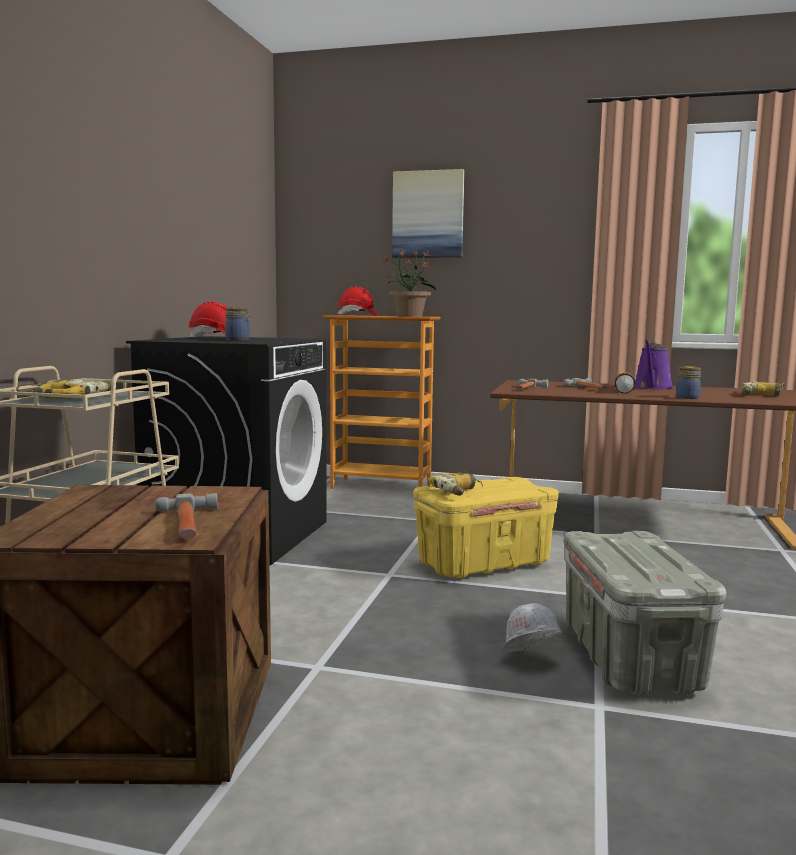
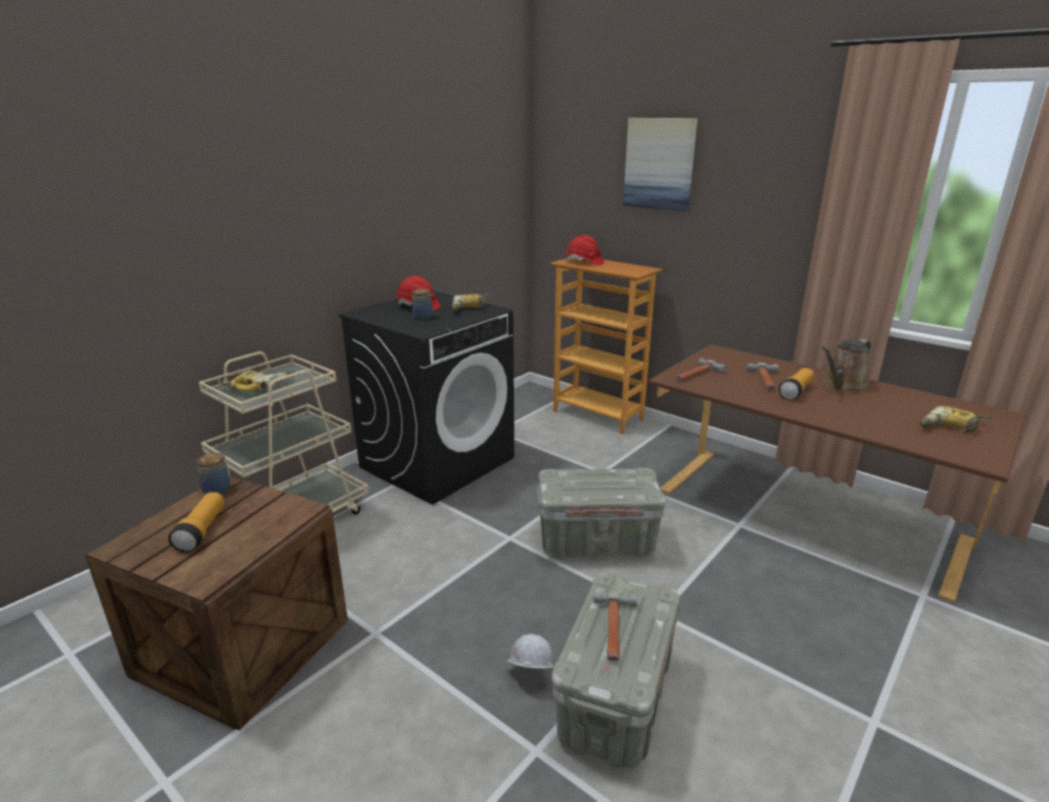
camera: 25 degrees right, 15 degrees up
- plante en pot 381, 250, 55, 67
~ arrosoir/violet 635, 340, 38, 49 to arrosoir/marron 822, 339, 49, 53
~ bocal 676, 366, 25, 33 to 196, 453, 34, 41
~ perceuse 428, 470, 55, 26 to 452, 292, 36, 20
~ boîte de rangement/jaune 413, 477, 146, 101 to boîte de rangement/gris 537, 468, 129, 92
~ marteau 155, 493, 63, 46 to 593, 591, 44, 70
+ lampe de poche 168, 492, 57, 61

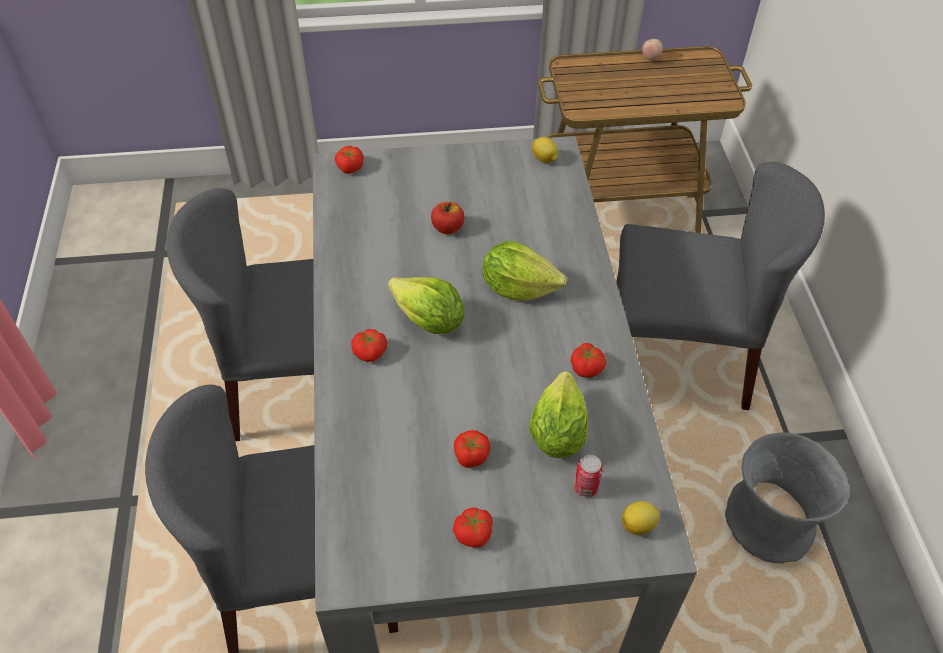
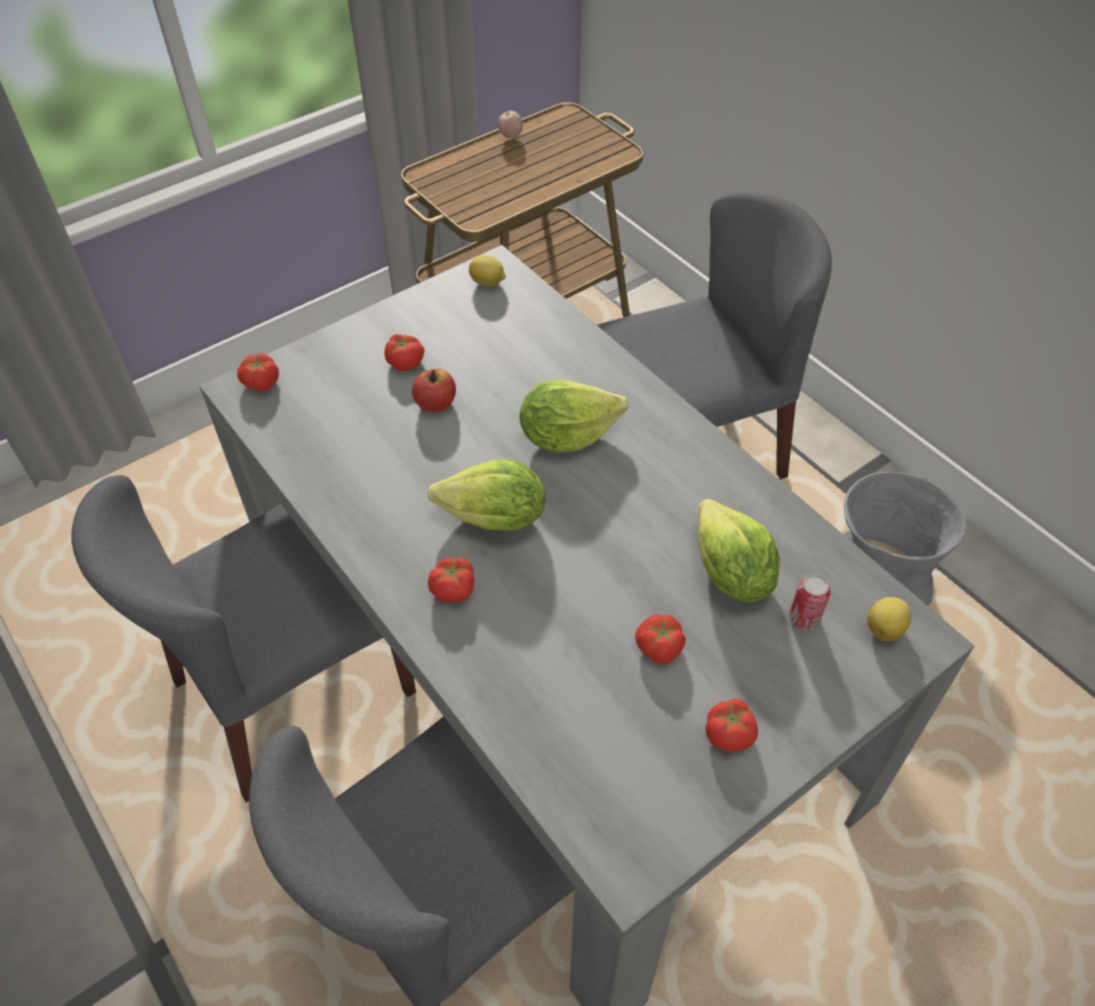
camera: 30 degrees left, 0 degrees up
~ tomate 571, 343, 35, 35 to 384, 334, 40, 37

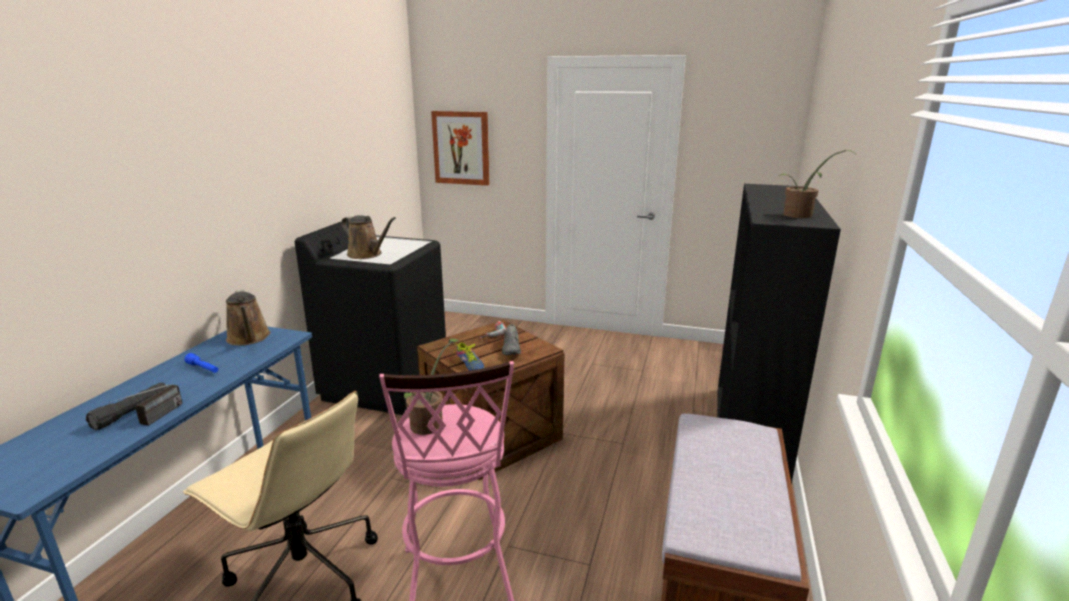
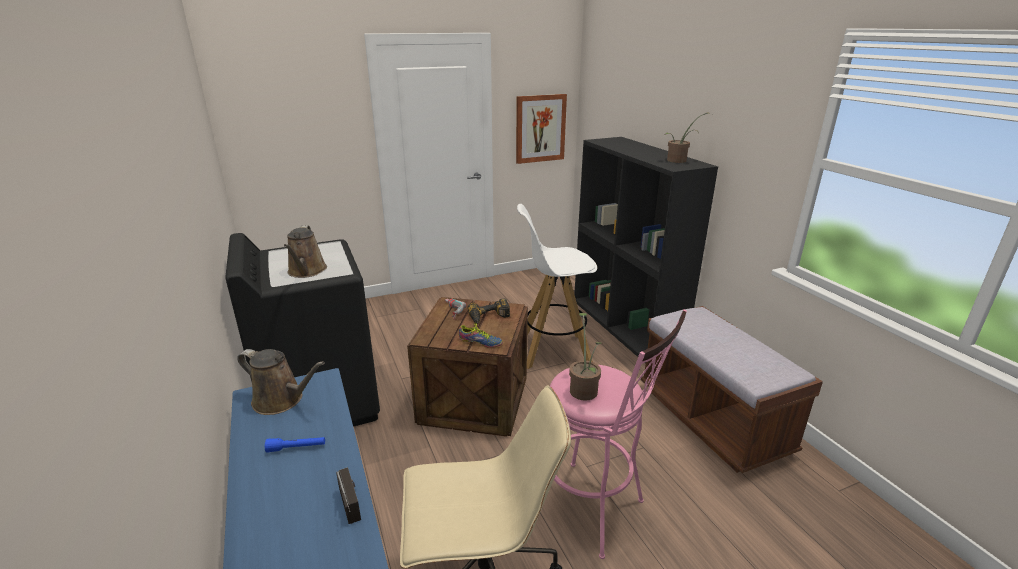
camera: 40 degrees left, 5 degrees up
~ tableau 431, 111, 59, 75 to 516, 94, 51, 70
~ arrosoir/marron 341, 215, 55, 44 = 284, 225, 43, 53 90 degrees clockwise
~ chaussure/gris 502, 324, 19, 31 to perceuse 468, 299, 42, 25
- lampe de poche/noir 86, 383, 81, 48
+ tabouret/blanc 517, 204, 80, 165

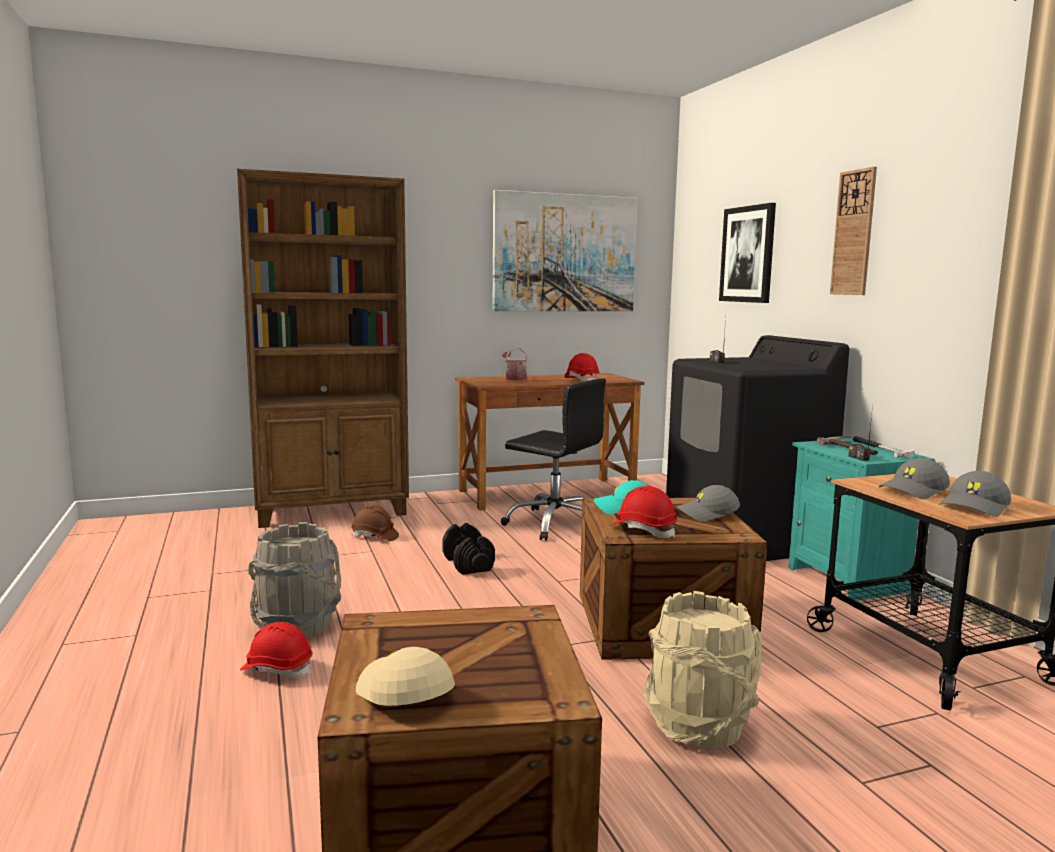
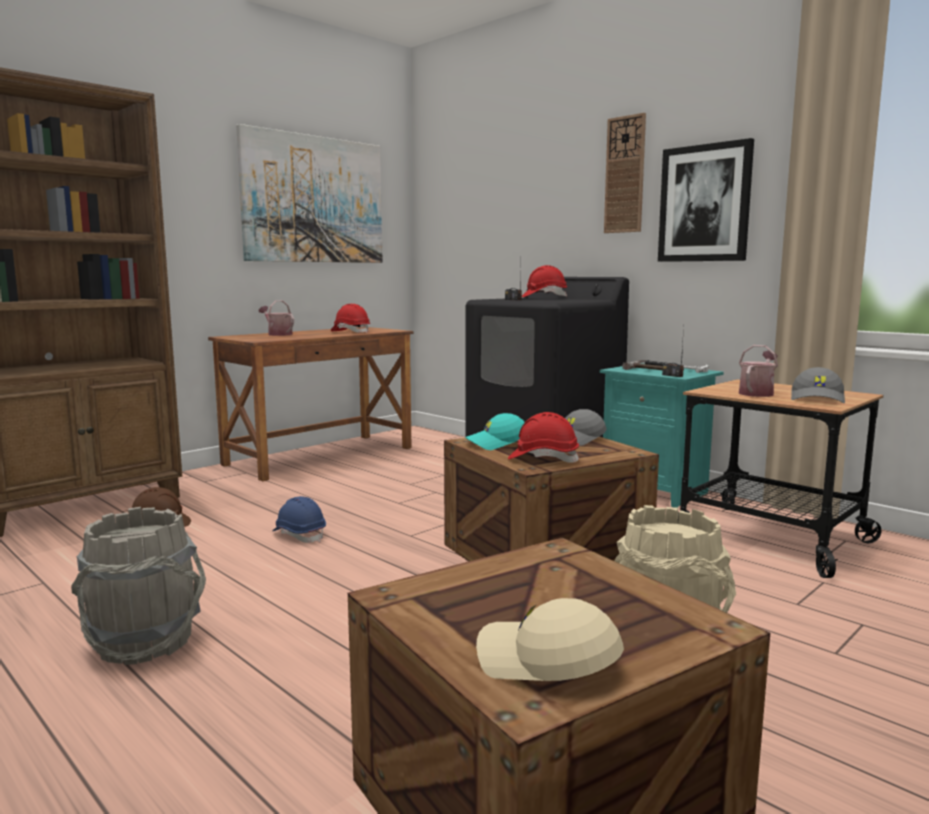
camera: 25 degrees left, 0 degrees up
~ tableau 719, 203, 57, 100 to 658, 138, 96, 124
- chaise de bureau/noir 501, 379, 105, 162
~ casquette/gris 879, 458, 71, 41 to arrosoir 739, 345, 39, 52
~ haltère/noir 443, 523, 52, 52 to casque de chantier/bleu 272, 496, 54, 47
~ casque de chantier/rouge 240, 622, 73, 57 to 522, 265, 45, 32

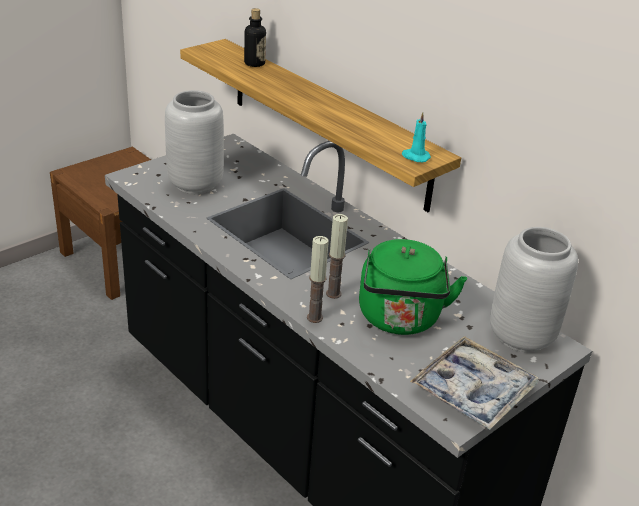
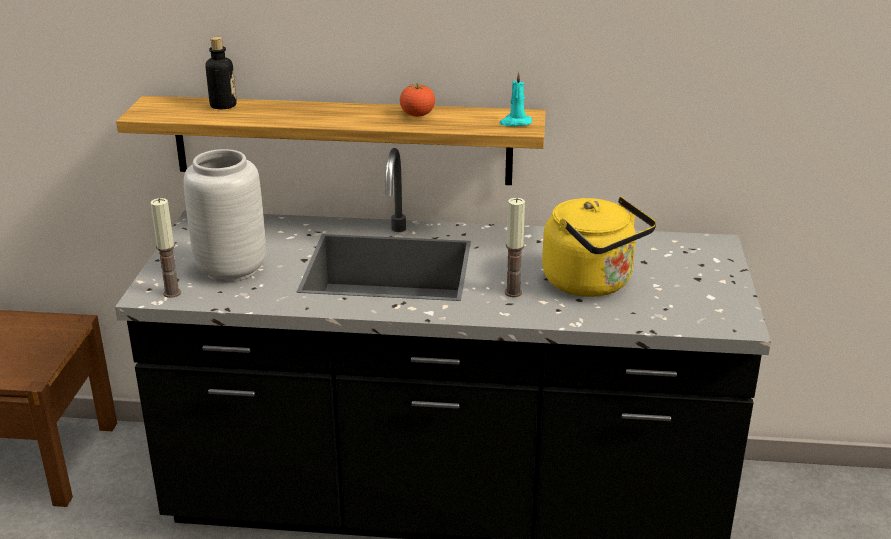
camera: 40 degrees left, 5 degrees down
- vase/gris 490, 227, 88, 125
~ bougie 307, 236, 22, 87 to 150, 198, 31, 100
~ bouilloire/vert 359, 239, 108, 96 to bouilloire/jaune 542, 197, 114, 100
- plateau 410, 336, 129, 94
+ tomate 400, 82, 35, 35

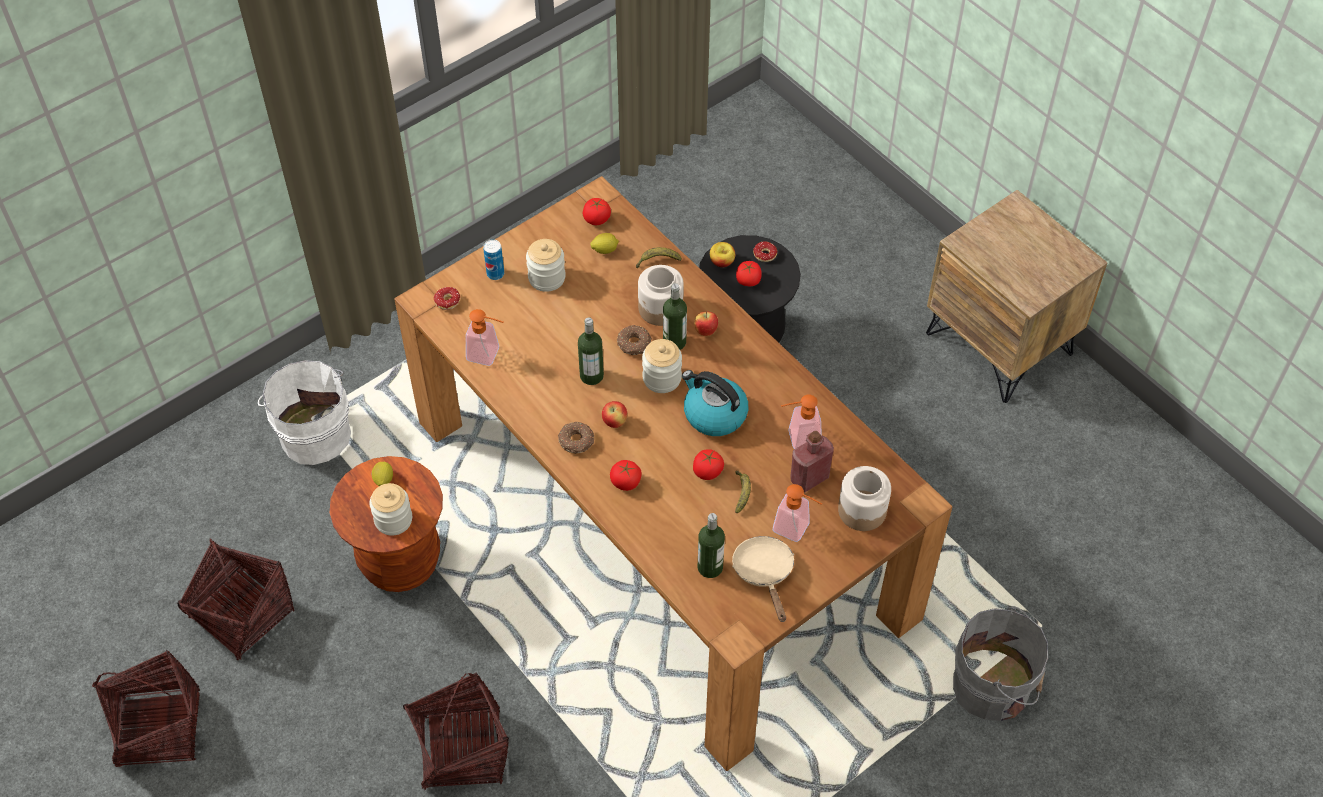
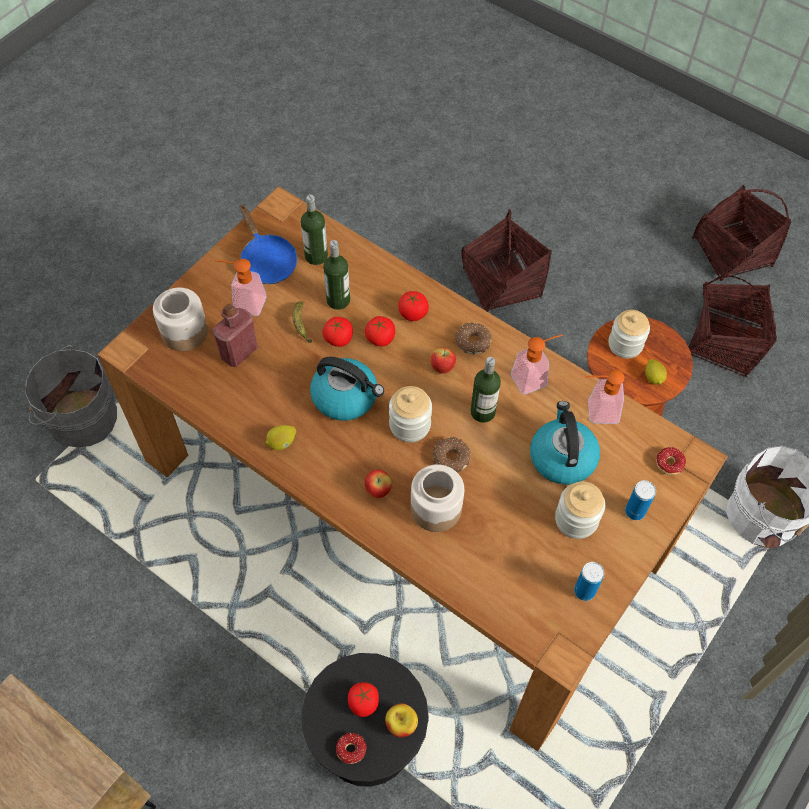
camera: 165 degrees right, 5 degrees up
~ tomate 583, 198, 28, 27 to 365, 316, 30, 30
~ citron 590, 233, 29, 21 to 265, 425, 31, 25
- banane 636, 247, 46, 21
~ bouteille 663, 283, 24, 67 to 323, 240, 27, 70
~ distributeur de savon 781, 395, 40, 54 to 511, 334, 52, 60
~ poêle/beige 732, 536, 62, 86 to poêle/bleu 239, 204, 58, 80
+ bouilloire 530, 401, 70, 84
+ boîte métallique 574, 562, 30, 39

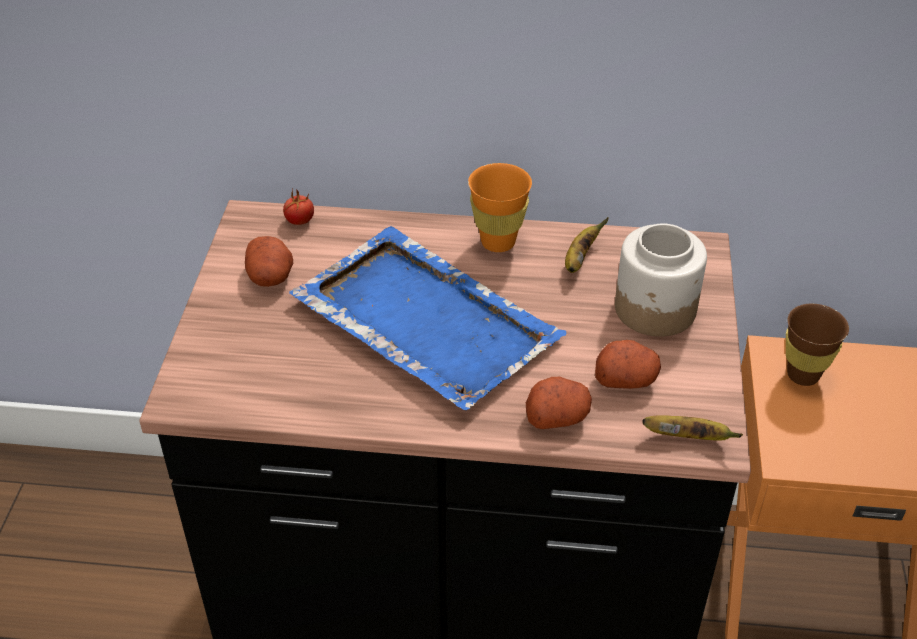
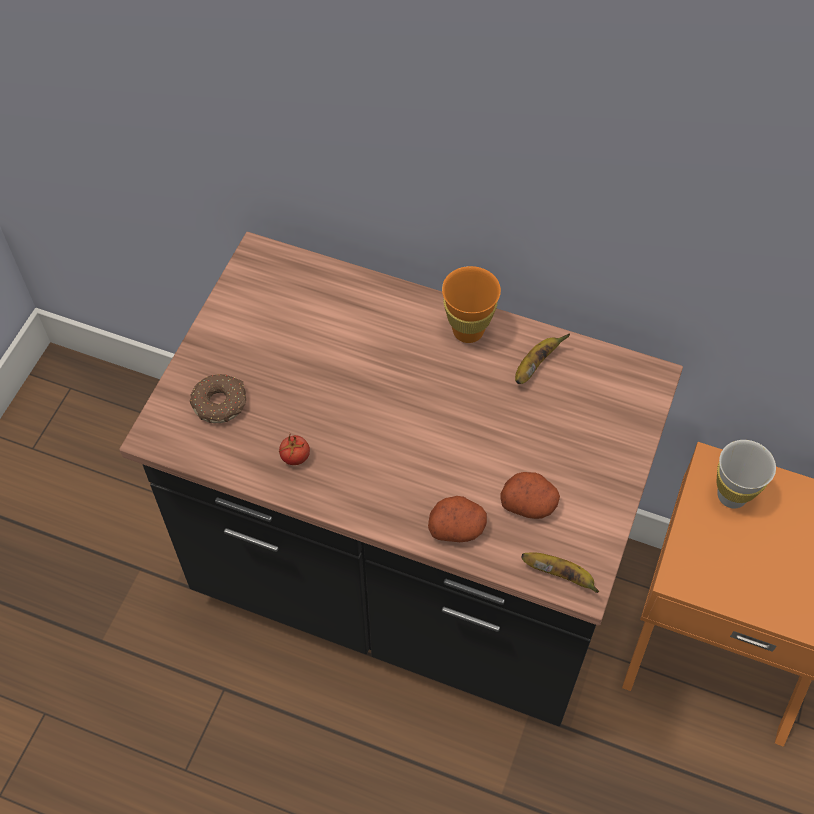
camera: 15 degrees right, 15 degrees up
~ tomate 283, 188, 31, 37 to 279, 435, 31, 30
- bocal 615, 223, 92, 114
- plateau/bleu 289, 226, 277, 184
- pomme de terre 245, 236, 48, 51
~ tasse/marron 786, 304, 63, 82 to tasse/blanc 717, 440, 59, 68
+ beignet 190, 374, 56, 49

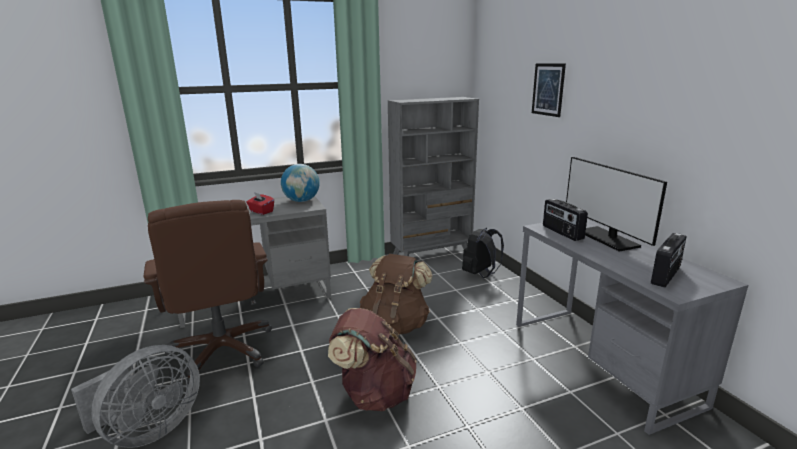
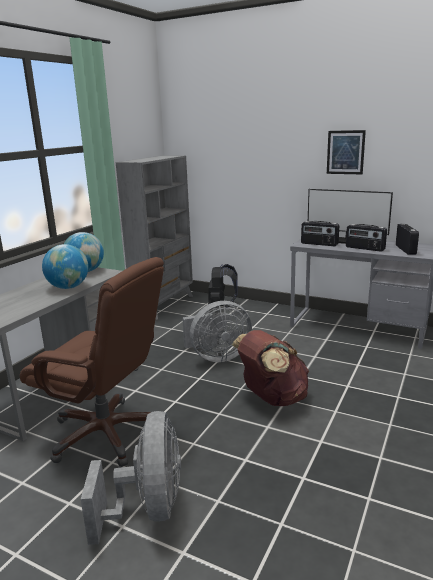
camera: 40 degrees left, 0 degrees up
~ tableau 532, 63, 34, 54 to 327, 130, 39, 44
~ boîte à mouchoirs/rouge 246, 192, 28, 23 to globe 42, 244, 46, 45
~ sac à dos/marron 360, 254, 73, 81 to ventilateur/gris 182, 301, 70, 61
+ radio 346, 224, 41, 28

